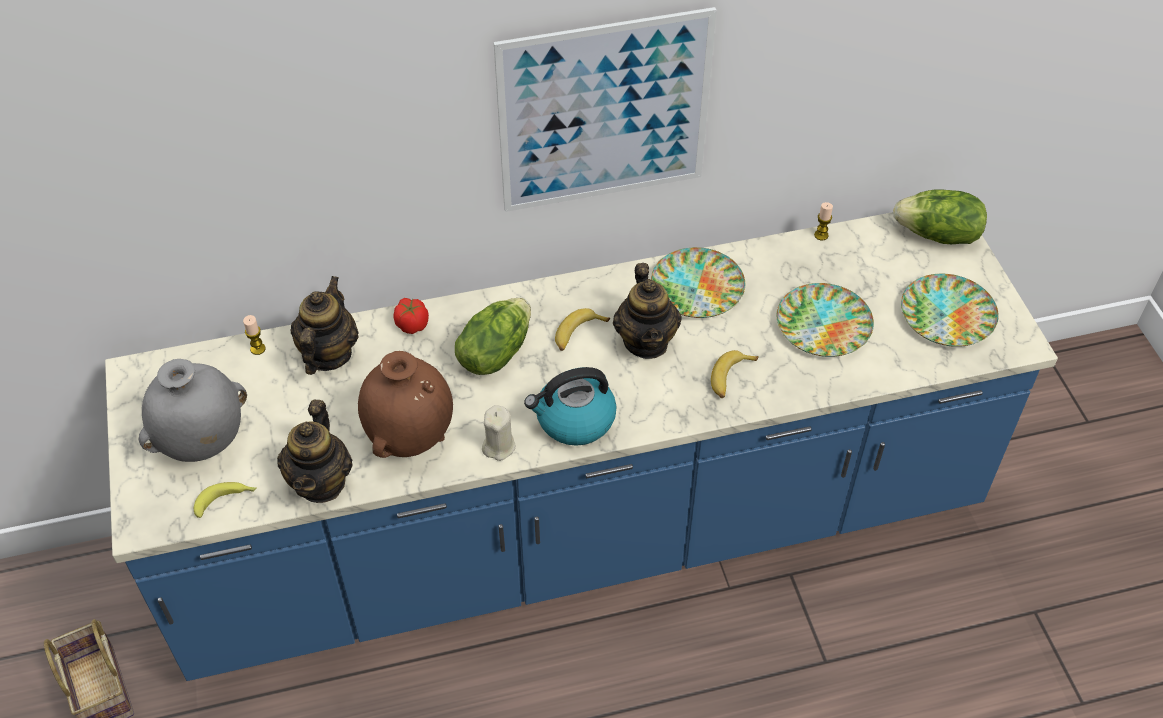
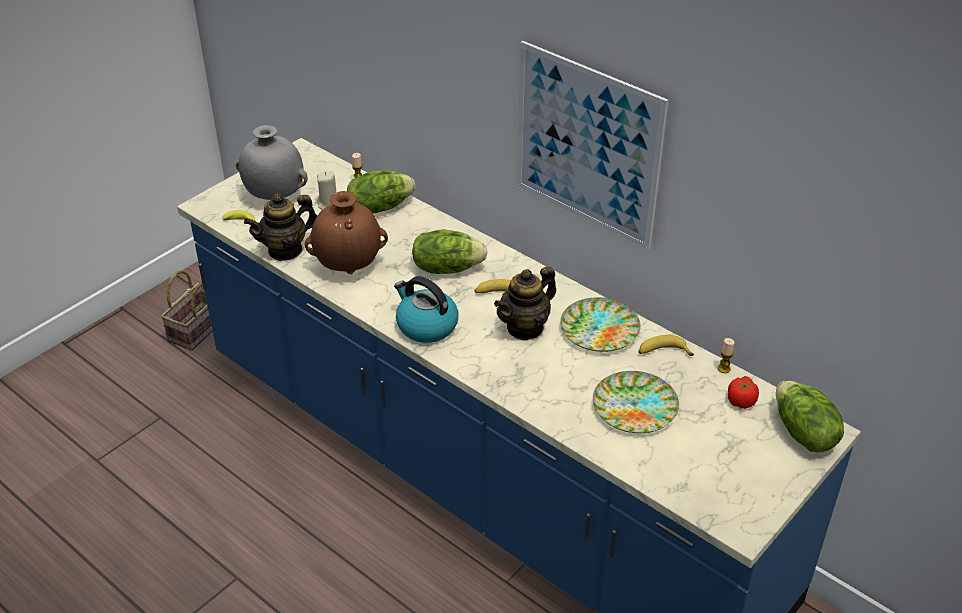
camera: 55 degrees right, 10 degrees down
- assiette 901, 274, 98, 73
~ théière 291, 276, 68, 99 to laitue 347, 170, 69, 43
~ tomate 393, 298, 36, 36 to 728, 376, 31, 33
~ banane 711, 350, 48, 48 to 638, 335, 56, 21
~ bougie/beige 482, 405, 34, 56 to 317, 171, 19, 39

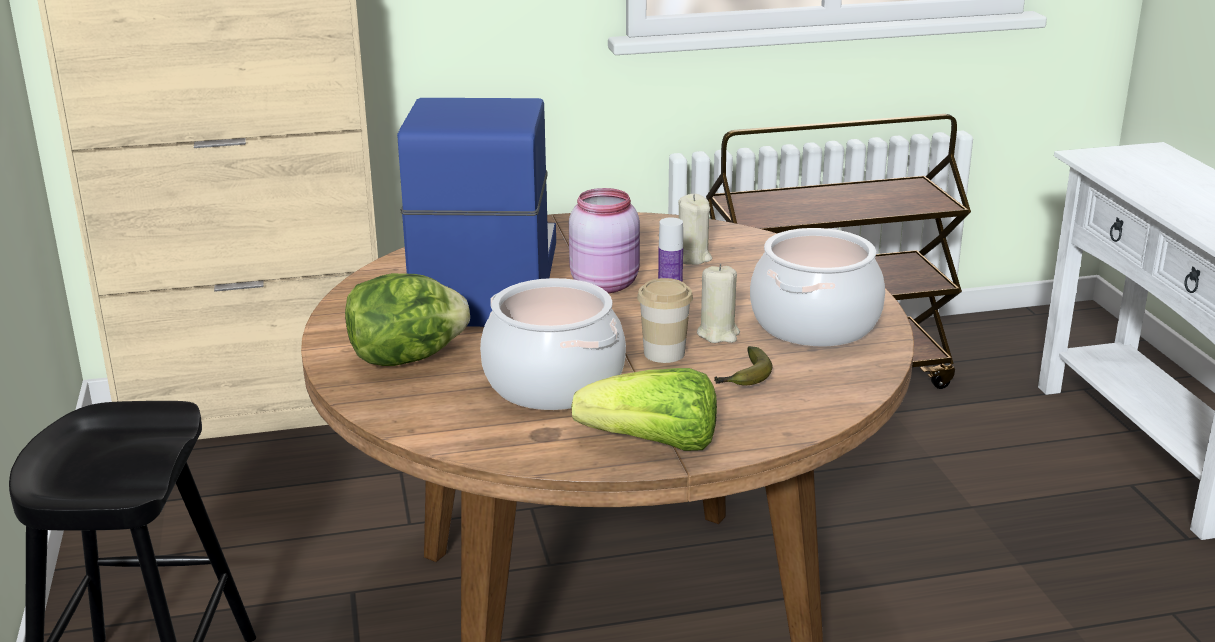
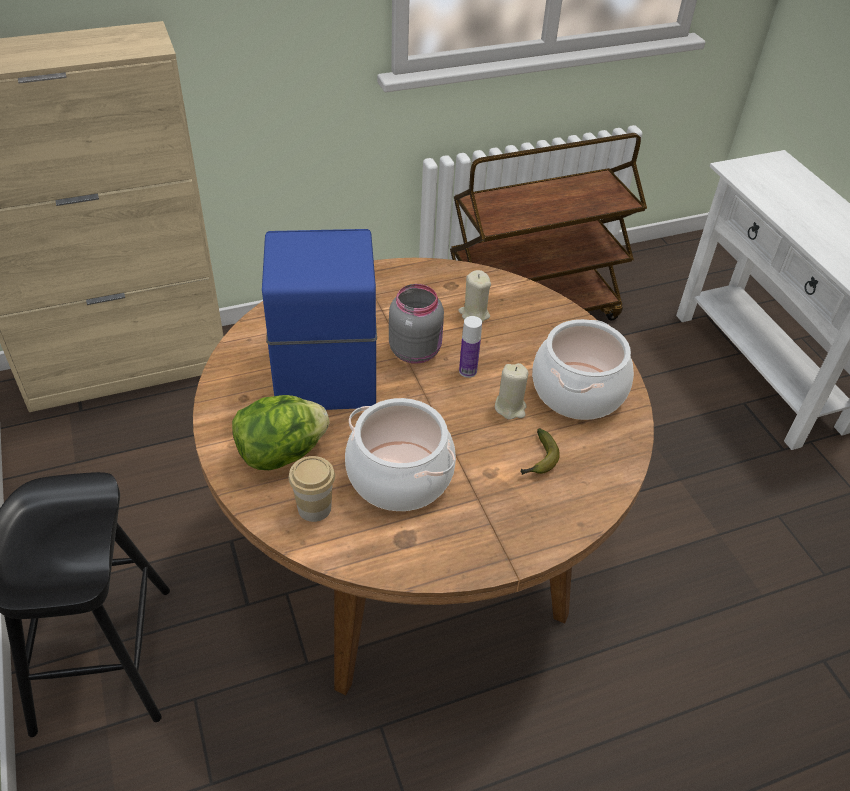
camera: 10 degrees left, 20 degrees up
~ bocal/rose 569, 188, 71, 105 to bocal/gris 389, 284, 55, 80
~ tasse 637, 278, 56, 85 to 289, 456, 46, 66
- laitue 571, 368, 146, 83

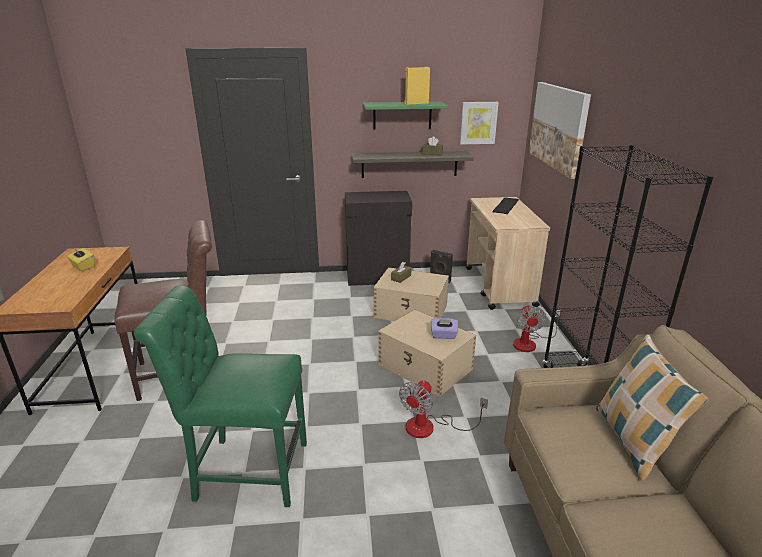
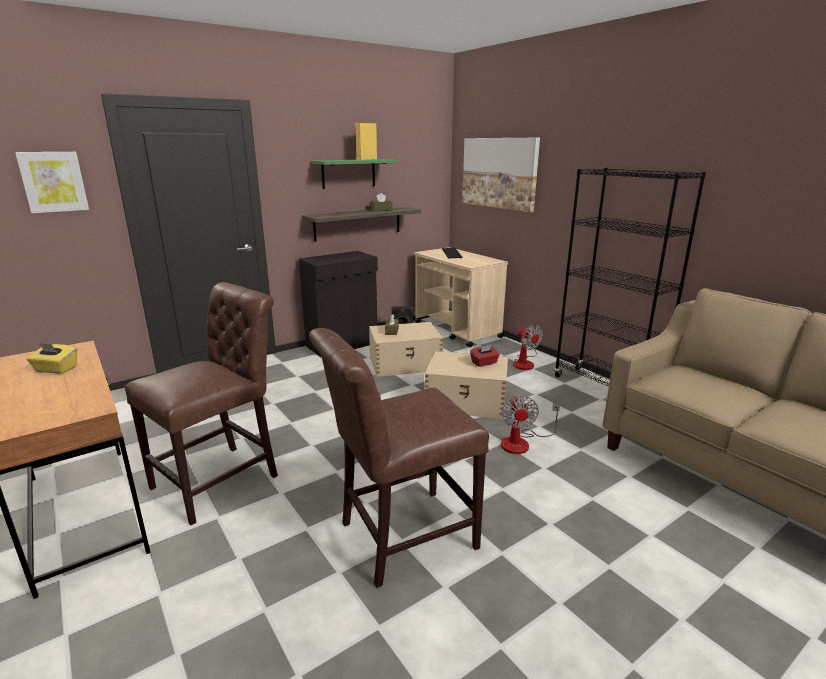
camera: 30 degrees left, 5 degrees down
~ tableau 460, 102, 39, 42 to 15, 152, 74, 61
~ chaise/vert 134, 285, 173, 222 to chaise/marron 309, 328, 180, 260
~ boîte à mouchoirs/violet 431, 318, 27, 21 to boîte à mouchoirs/rouge 470, 345, 30, 22
- coussin 596, 334, 113, 147

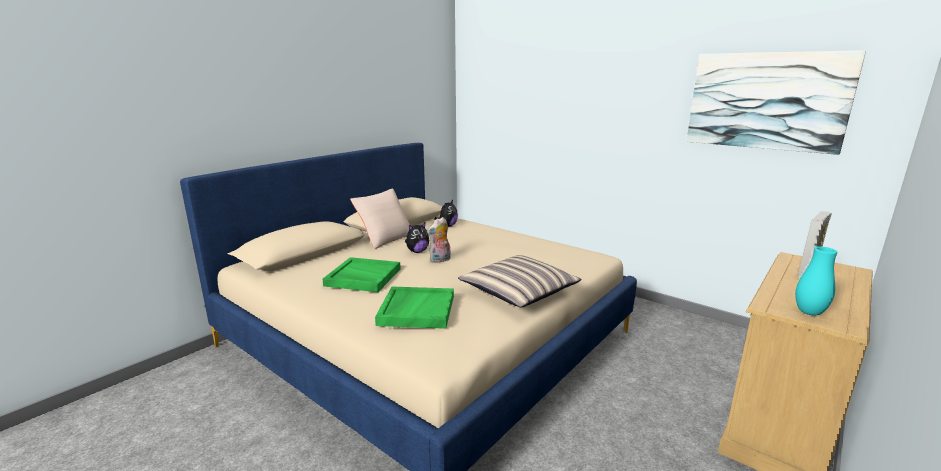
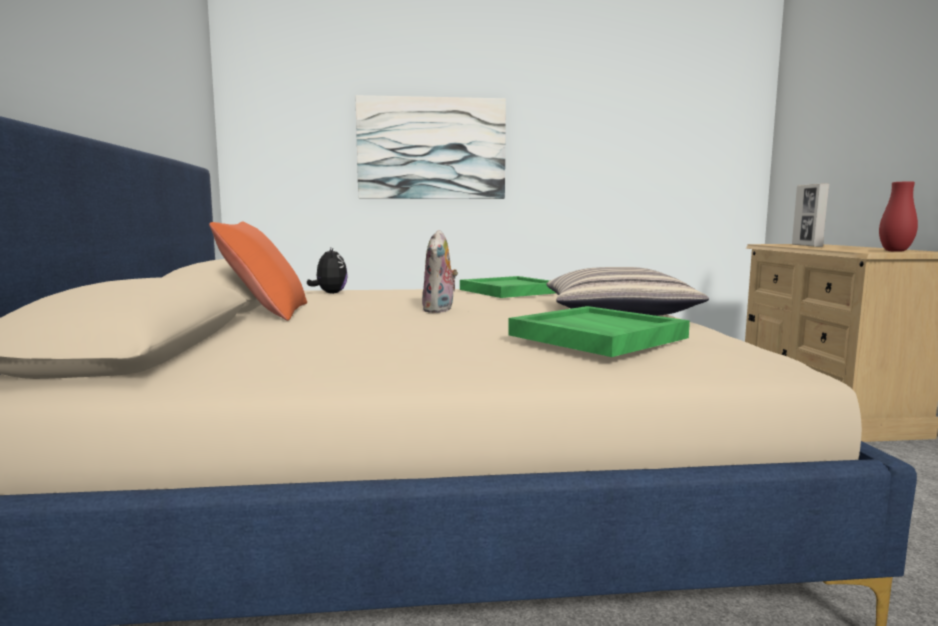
camera: 45 degrees left, 10 degrees down
~ tableau 687, 50, 179, 105 to 356, 95, 150, 104
~ coussin/beige 350, 188, 60, 61 to coussin/orange 209, 221, 98, 100
- peluche 405, 222, 24, 31
~ vase/turquoise 795, 246, 43, 69 to vase/rouge 879, 181, 39, 71
~ plateau/vert 323, 257, 78, 35 to 460, 276, 95, 22

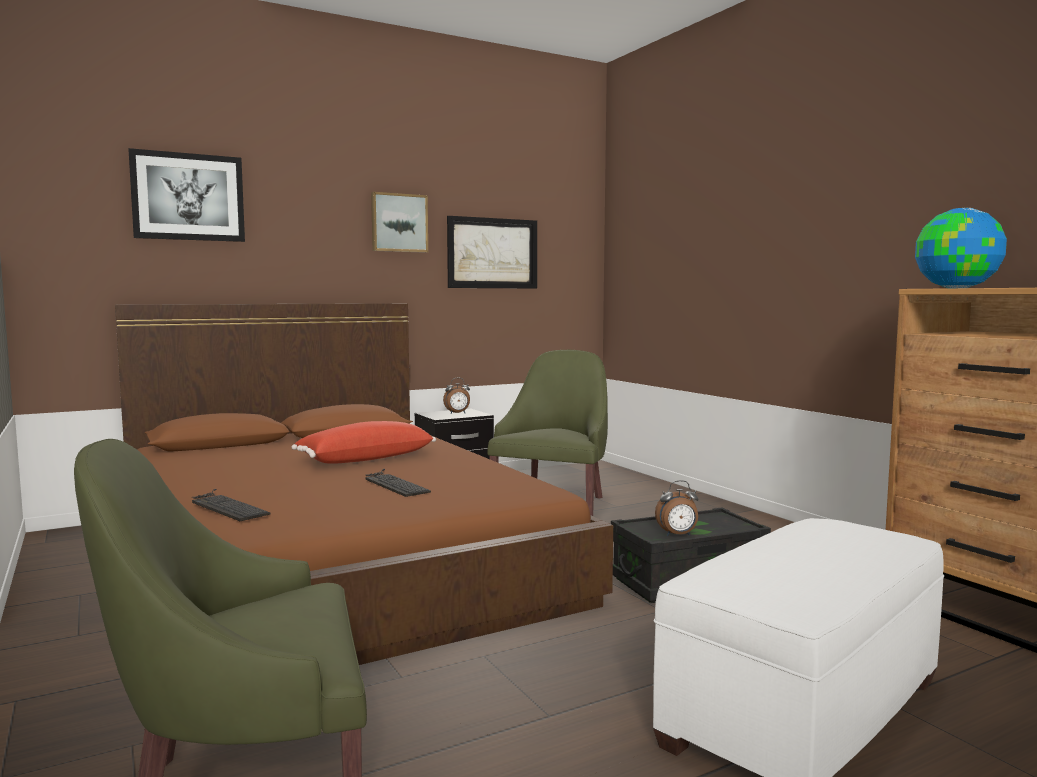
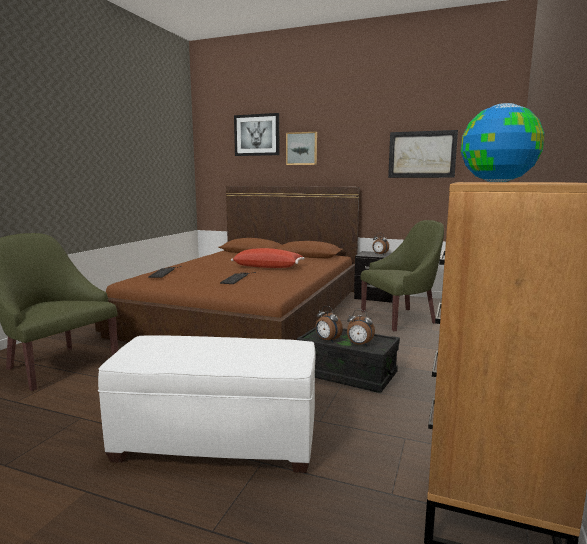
camera: 50 degrees right, 5 degrees up
~ tableau 371, 192, 57, 61 to 286, 132, 31, 33
+ réveil 347, 309, 28, 37

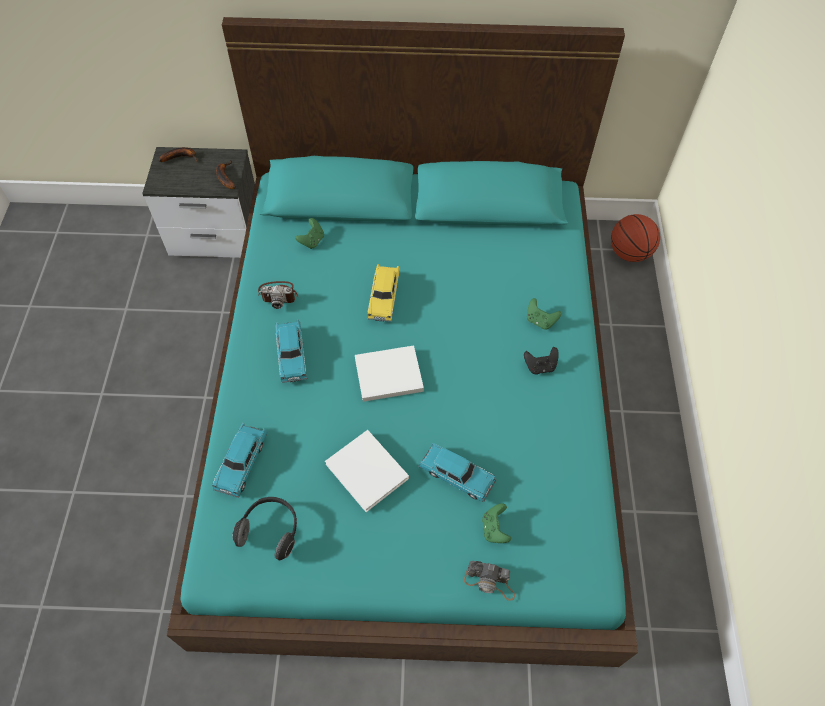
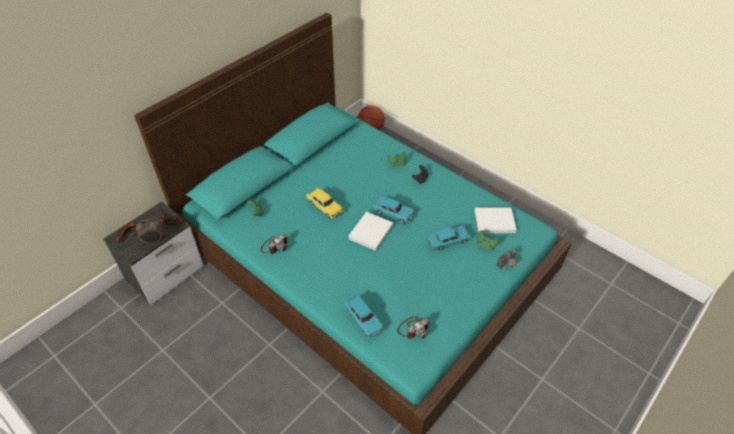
camera: 50 degrees left, 10 degrees down
~ petite voiture/turquoise 275, 319, 32, 64 to 372, 197, 43, 27
~ livre/blanc 325, 430, 84, 82 to 474, 207, 43, 26
~ casque audio 232, 497, 65, 64 to appareil photo 397, 317, 33, 22
+ réveil 136, 219, 27, 26

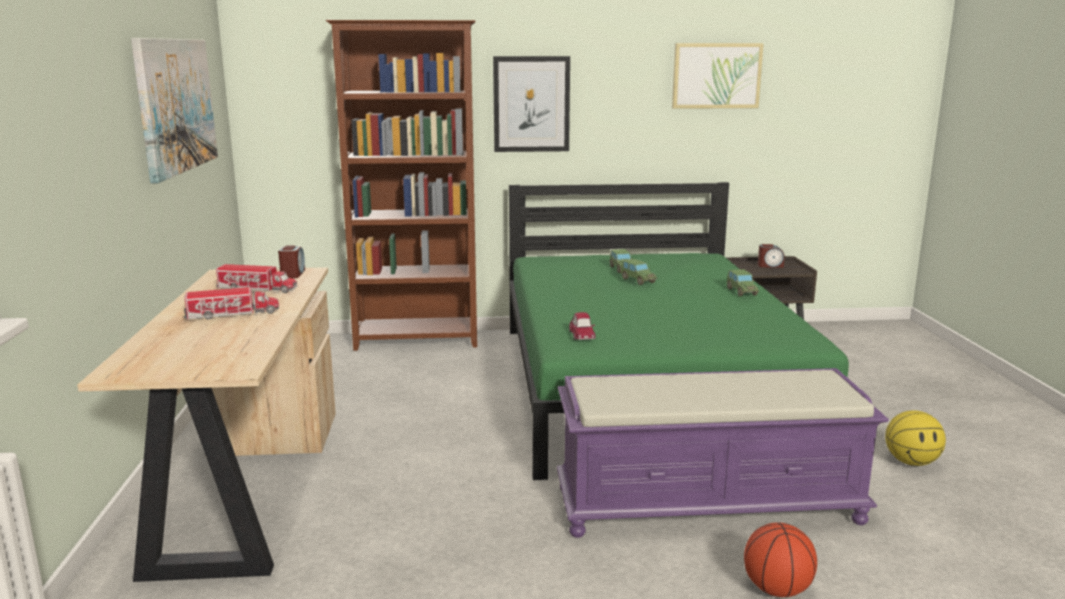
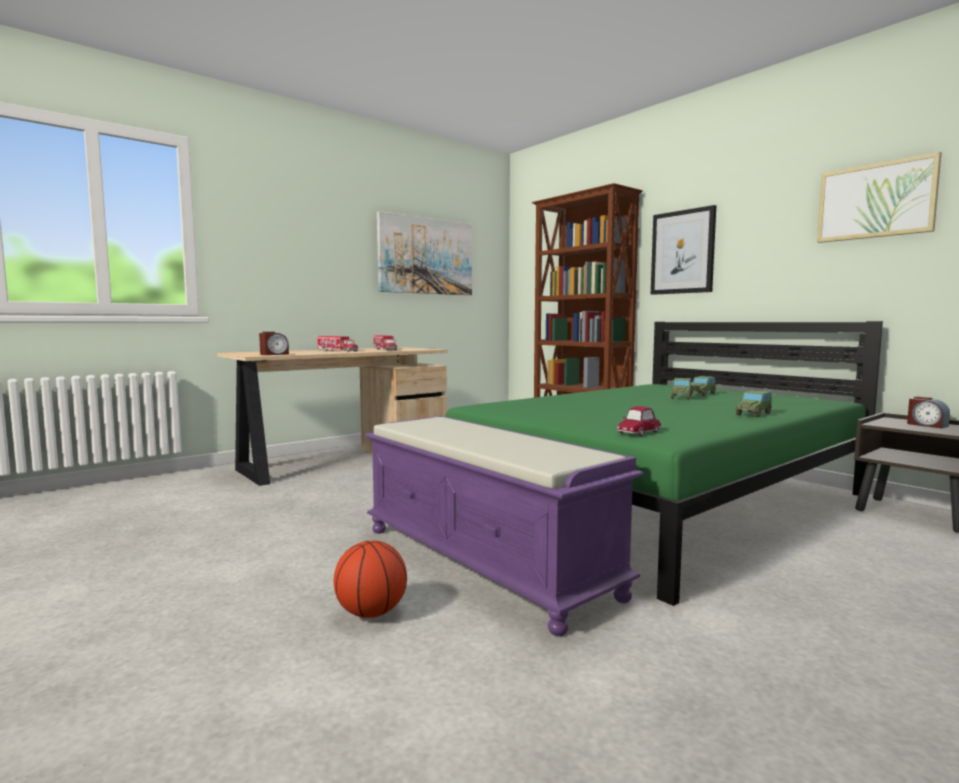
camera: 55 degrees right, 10 degrees down
~ réveil 278, 245, 27, 34 to 259, 332, 30, 23
~ petite voiture 569, 312, 27, 28 to 617, 406, 44, 30
- ballon de basket 885, 410, 61, 56

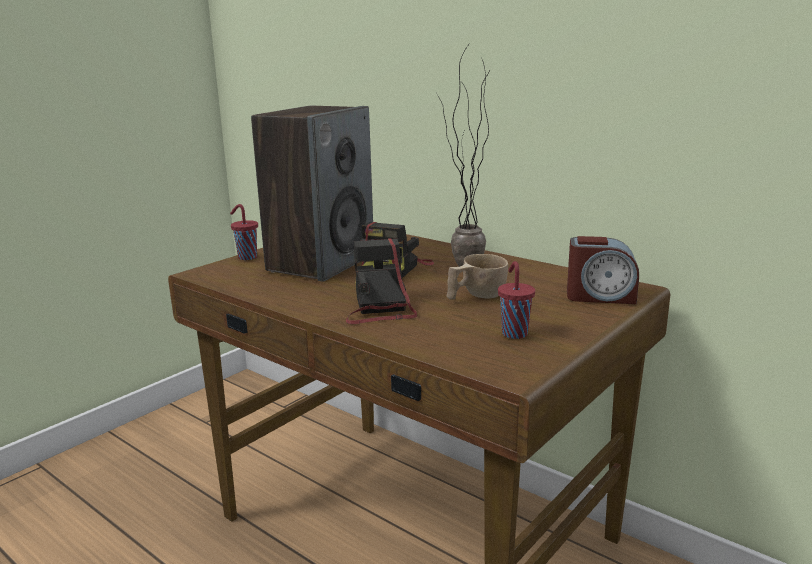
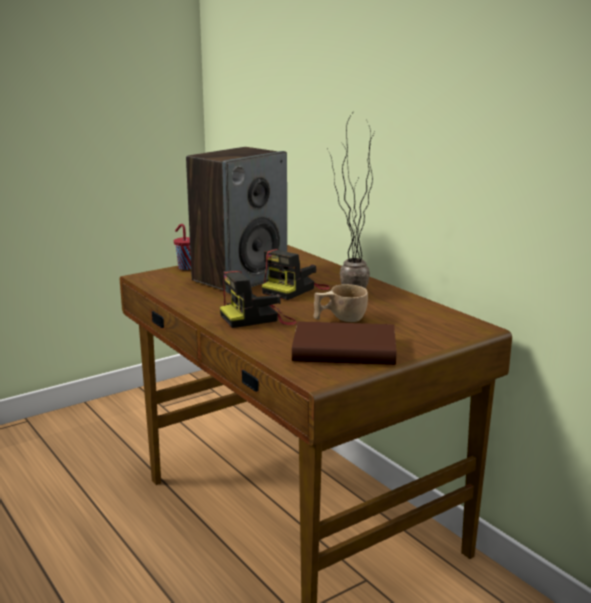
camera: 15 degrees right, 0 degrees up
- réveil 567, 236, 72, 68
~ appareil photo 346, 238, 71, 86 = 220, 270, 76, 58 120 degrees counterclockwise
~ tasse/rouge 498, 261, 37, 78 to livre/marron 292, 321, 104, 44

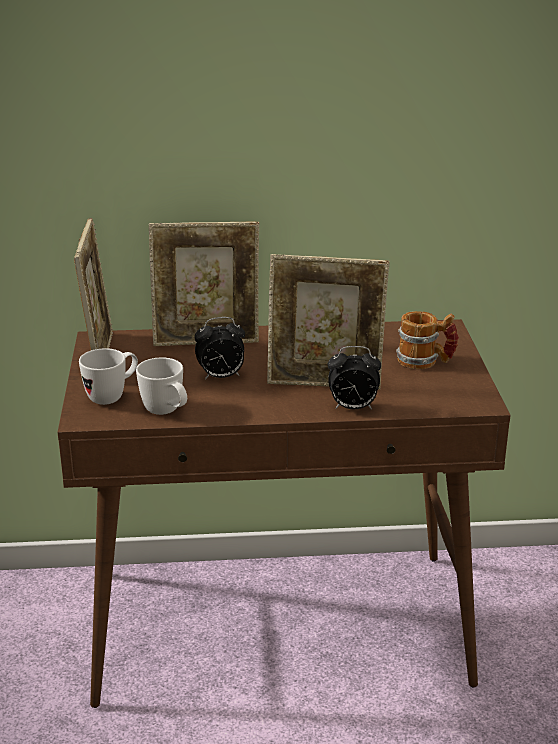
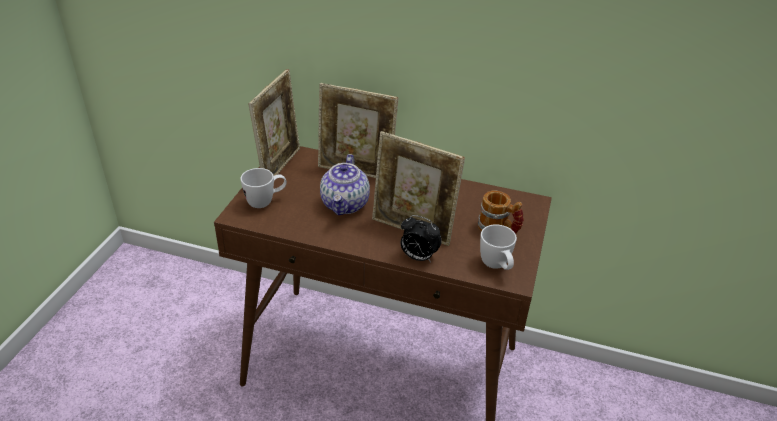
camera: 20 degrees right, 10 degrees up
~ réveil 195, 317, 50, 63 to théière 320, 154, 50, 61
~ mug/blanc 136, 357, 51, 58 to 480, 224, 37, 46

